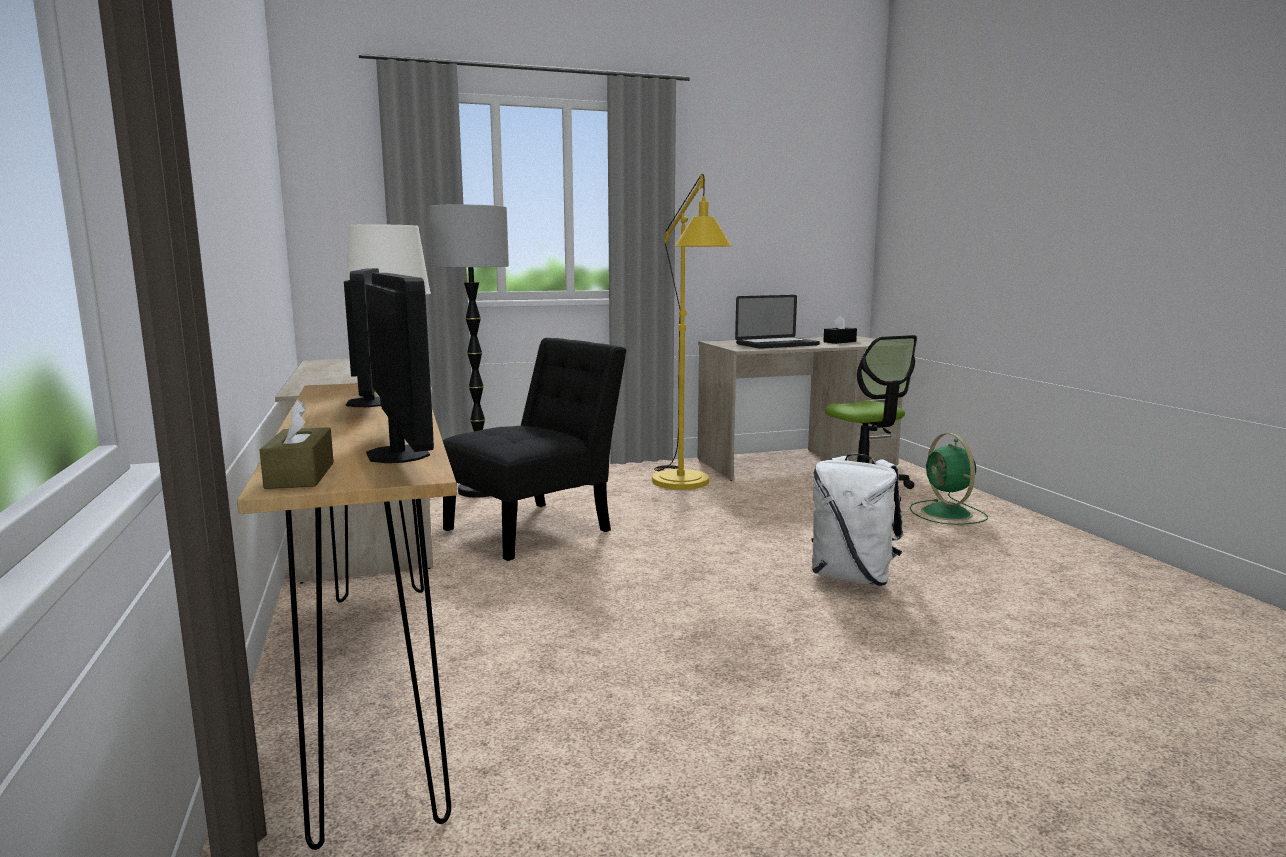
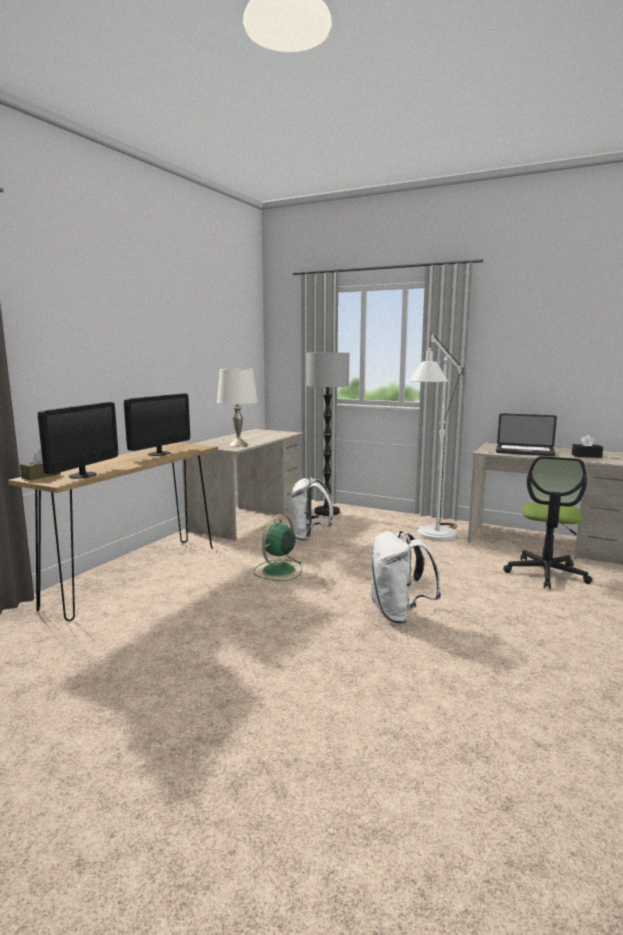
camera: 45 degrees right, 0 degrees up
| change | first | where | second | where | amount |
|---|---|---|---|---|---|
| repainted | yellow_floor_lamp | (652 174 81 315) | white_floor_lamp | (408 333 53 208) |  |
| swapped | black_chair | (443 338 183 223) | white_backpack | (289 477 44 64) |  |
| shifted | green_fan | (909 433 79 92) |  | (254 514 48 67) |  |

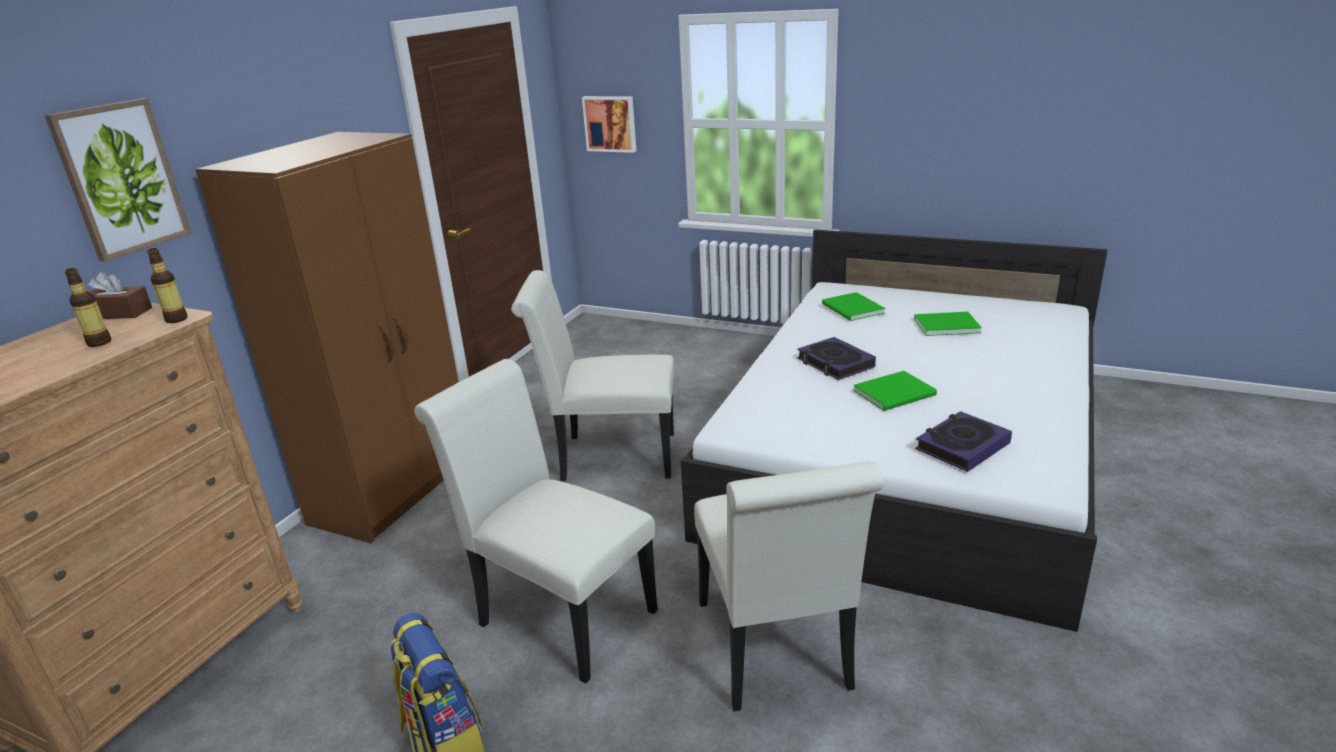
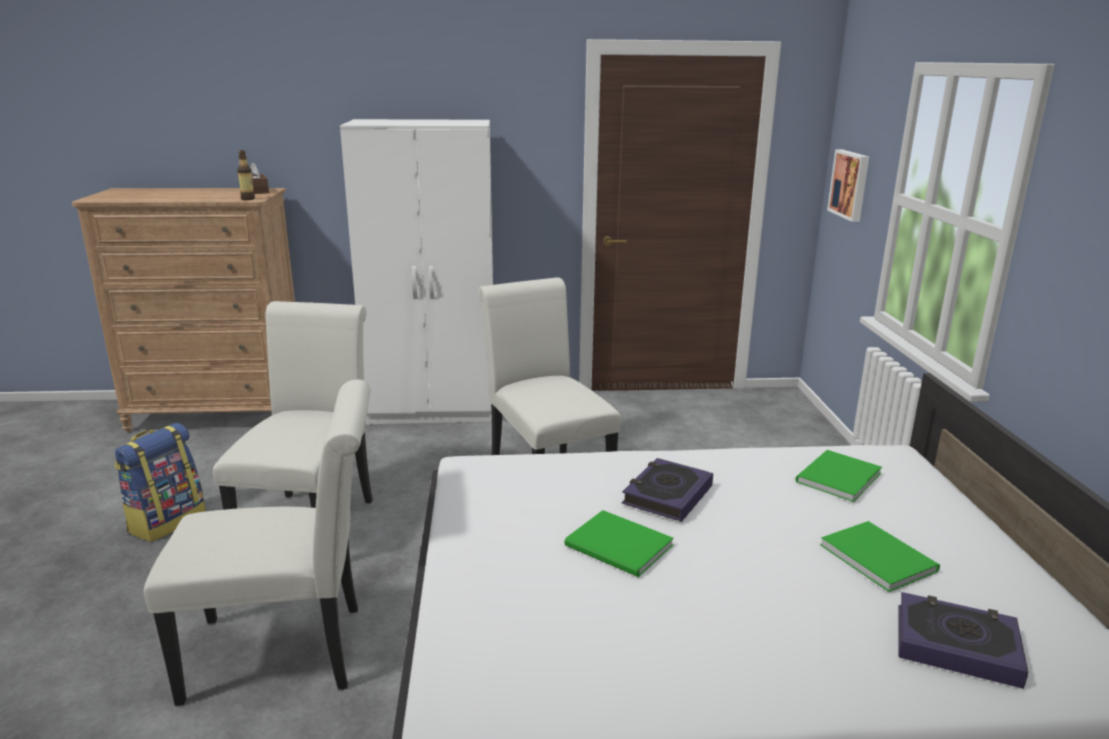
camera: 60 degrees right, 5 degrees down
| change | first | where | second | where | amount |
|---|---|---|---|---|---|
| gone | picture | (44 98 147 164) |  |  |  |
| repainted | brown_wardrobe | (196 132 263 411) | white_wardrobe | (340 119 153 306) |  |
| gone | bottle | (64 268 47 79) |  |  |  |
| shifted | book | (915 411 97 61) |  | (898 592 130 96) |  |
| rotated | white_chair | (694 461 190 250) |  | (144 380 226 326) | 150 degrees counterclockwise |

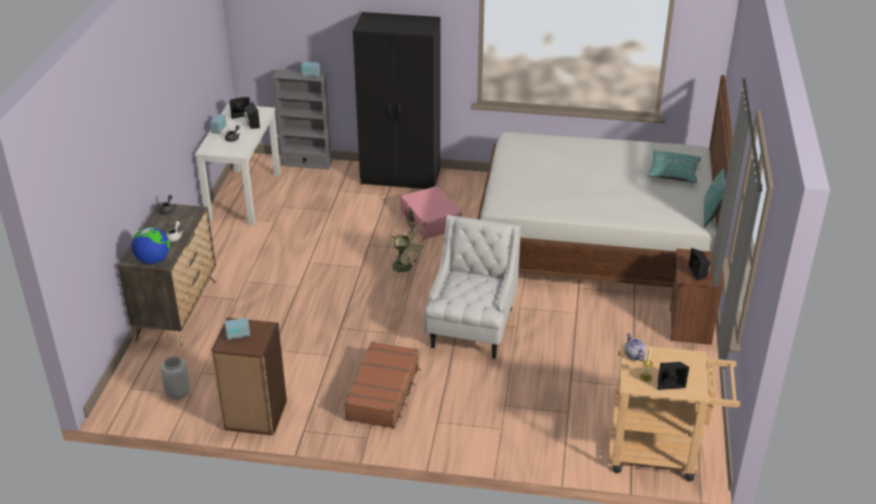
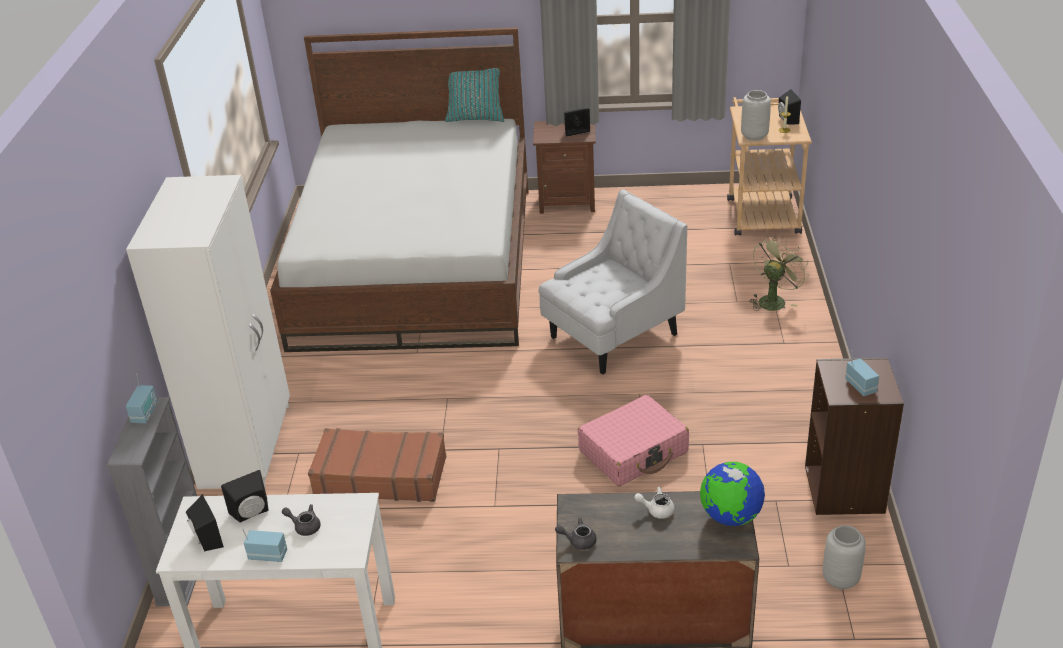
camera: 95 degrees left, 0 degrees up
| change | first | where | second | where | amount |
|---|---|---|---|---|---|
| repainted | black_wardrobe | (353 12 88 177) | white_wardrobe | (126 175 164 314) |  |
| gone | turquoise_pillow | (647 150 54 33) |  |  |  |
| shifted | pink_suitcase | (400 186 62 53) |  | (578 395 111 91) |  |
| rotated | white_armchair | (424 215 97 144) |  | (538 189 149 186) | 135 degrees clockwise |
| shifted | green_fan | (388 222 40 55) |  | (749 236 60 75) |  |
| swapped | teapot | (624 333 22 28) | grey_vase | (741 90 30 51) |  |
| shifted | brown_suitcase | (344 342 77 87) |  | (308 428 138 74) |  |

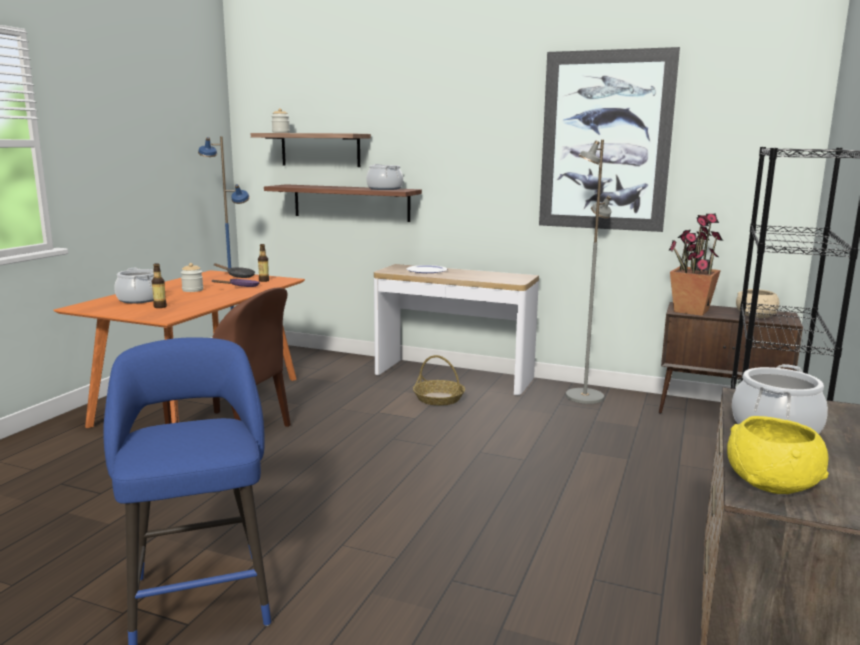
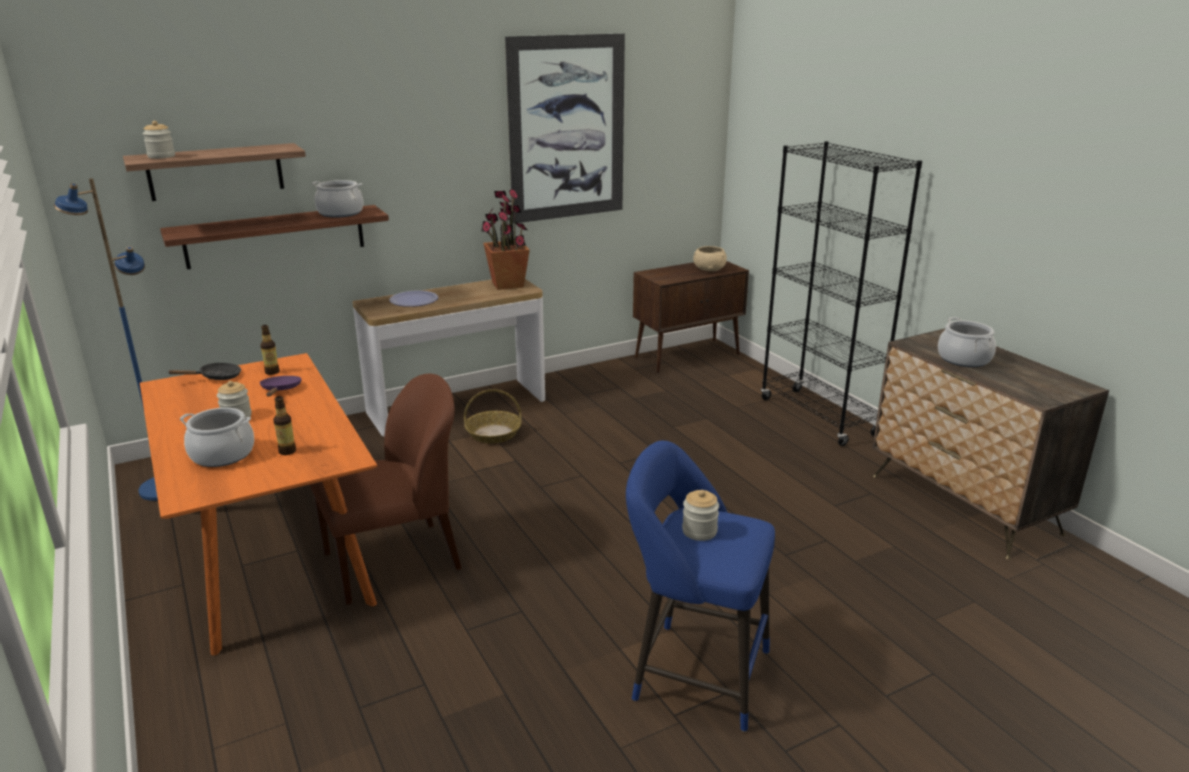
camera: 50 degrees left, 10 degrees up
| change | first | where | second | where | amount |
|---|---|---|---|---|---|
| gone | grey_floor_lamp | (566 140 46 264) |  |  |  |
| shifted | potted_plant | (669 214 54 102) |  | (481 189 49 101) |  |
| gone | yellow_bowl | (727 416 102 78) |  |  |  |
| new |  |  | jar | (682 490 37 51) |  |

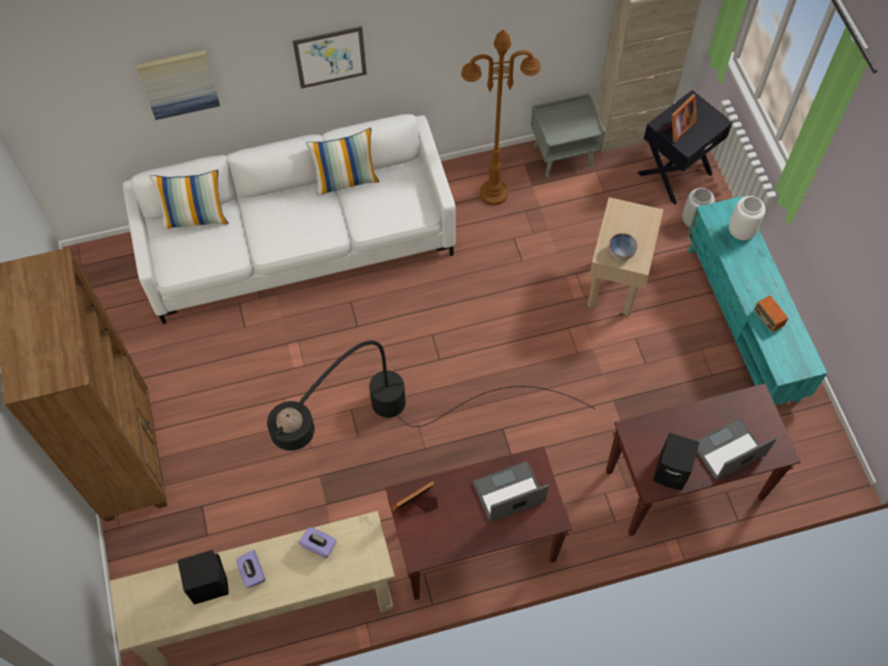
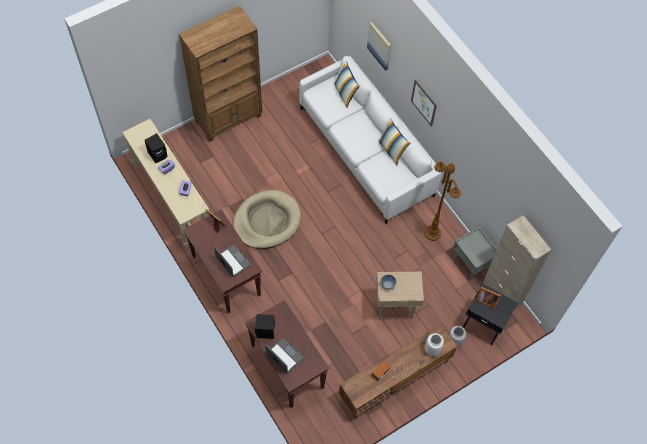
camera: 70 degrees right, 0 degrees up
| change | first | where | second | where | amount |
|---|---|---|---|---|---|
| repainted | turquoise_tv_stand | (688 196 139 209) | brown_tv_stand | (339 323 118 95) |  |
| swapped | black_floor_lamp | (267 341 328 110) | beige_dog_bed | (233 190 68 59) |  |

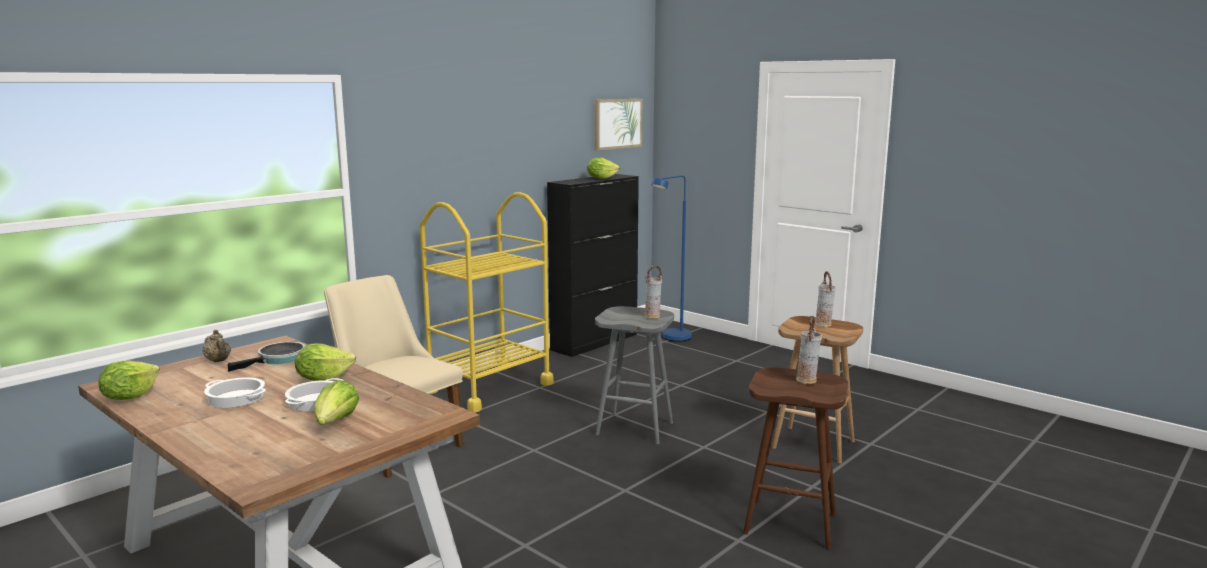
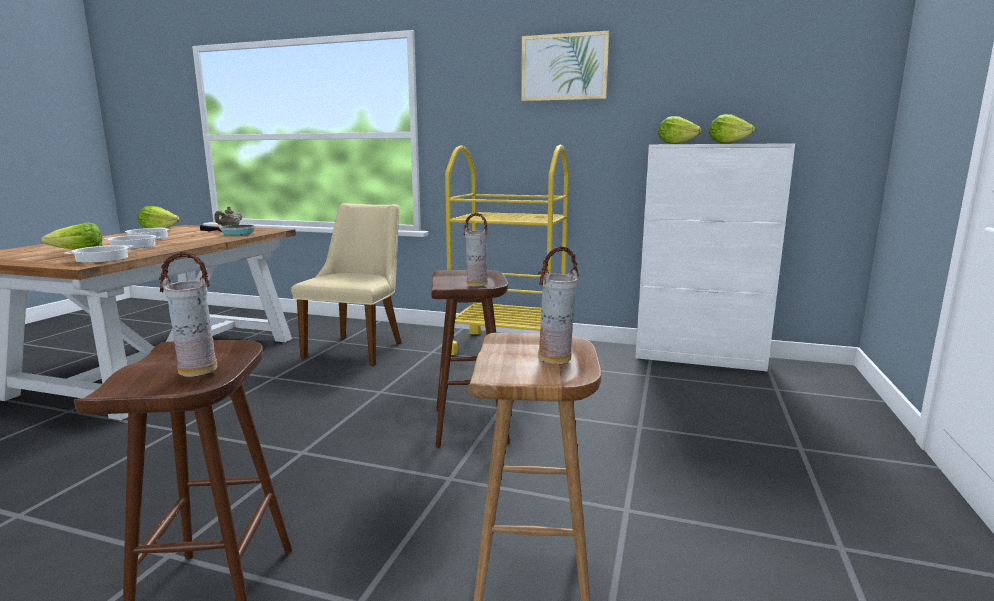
camera: 65 degrees right, 0 degrees up
| change | first | where | second | where | amount |
|---|---|---|---|---|---|
| shifted | picture | (594 99 49 52) |  | (521 31 88 71) |  |
| repainted | black_cabinet | (547 174 92 183) | white_cabinet | (635 143 160 228) |  |
| gone | blue_floor_lamp | (651 175 41 167) |  |  |  |
| repainted | grey_stool | (595 306 79 138) | brown_stool | (431 270 79 178) |  |
| shifted | lettuce | (295 344 61 37) |  | (658 116 44 28) |  |
| new |  |  | cooking_pot | (65 245 68 18) |  |

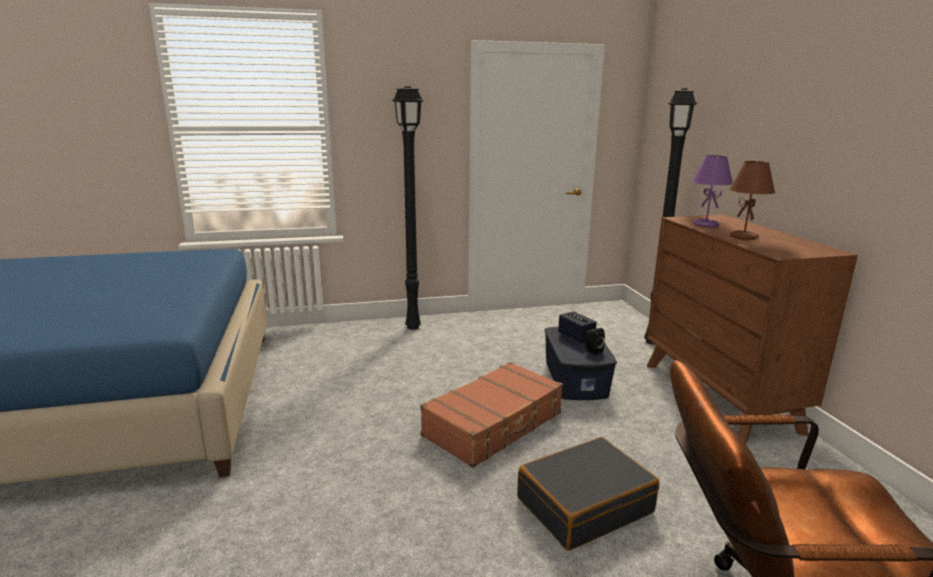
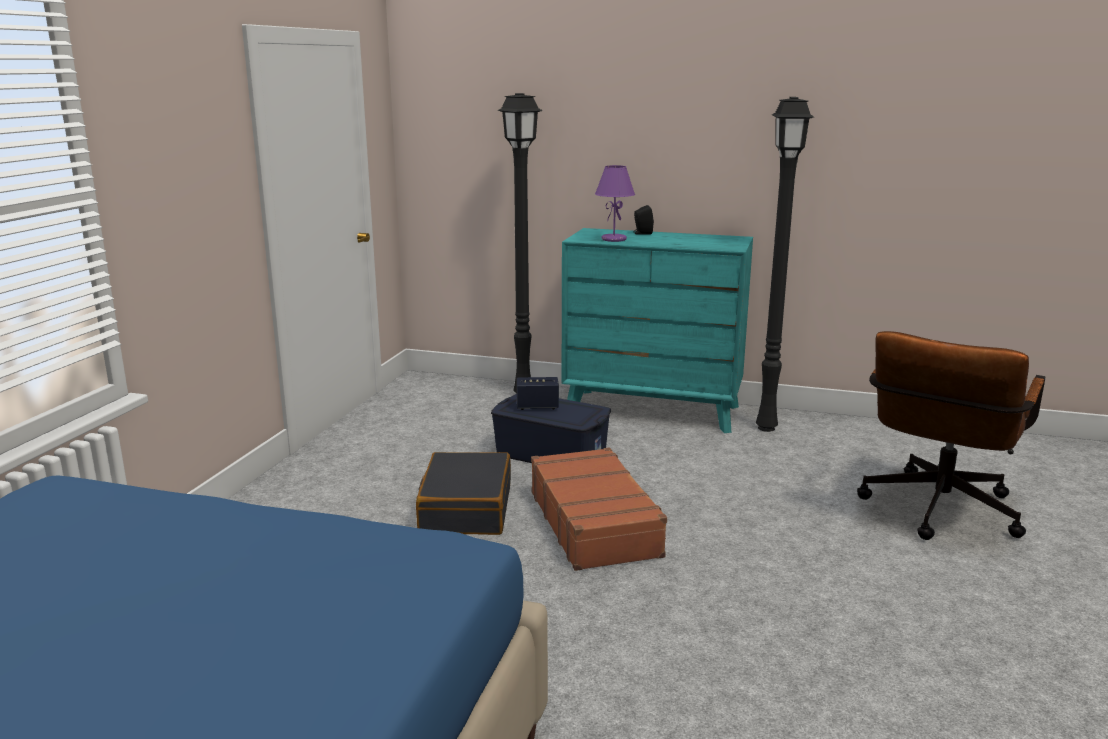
camera: 60 degrees left, 0 degrees up
| change | first | where | second | where | amount |
|---|---|---|---|---|---|
| shifted | black_floor_lamp | (391 86 34 244) |  | (756 97 58 335) |  |
| gone | brown_table_lamp | (729 161 46 79) |  |  |  |
| repainted | brown_dresser | (647 215 211 229) | turquoise_dresser | (562 228 191 205) |  |
| shifted | black_speaker | (585 328 20 27) |  | (633 205 21 30) |  |
| shifted | black_suitcase | (517 437 142 114) |  | (416 452 95 83) |  |

